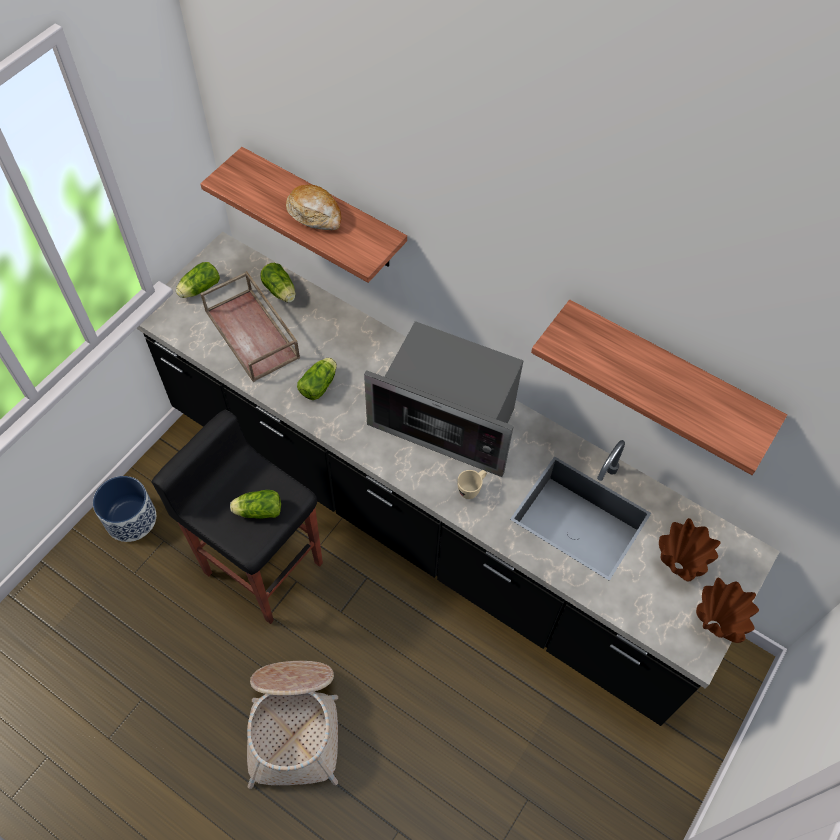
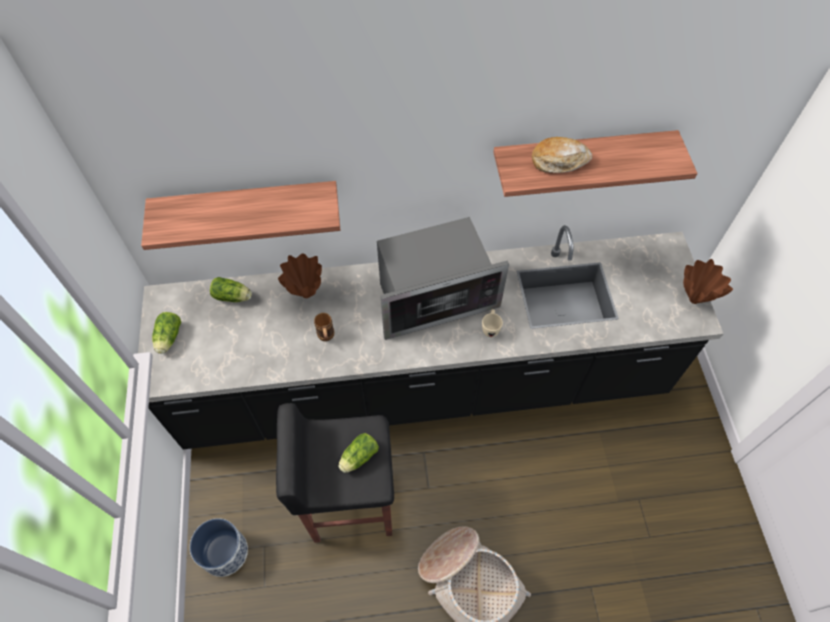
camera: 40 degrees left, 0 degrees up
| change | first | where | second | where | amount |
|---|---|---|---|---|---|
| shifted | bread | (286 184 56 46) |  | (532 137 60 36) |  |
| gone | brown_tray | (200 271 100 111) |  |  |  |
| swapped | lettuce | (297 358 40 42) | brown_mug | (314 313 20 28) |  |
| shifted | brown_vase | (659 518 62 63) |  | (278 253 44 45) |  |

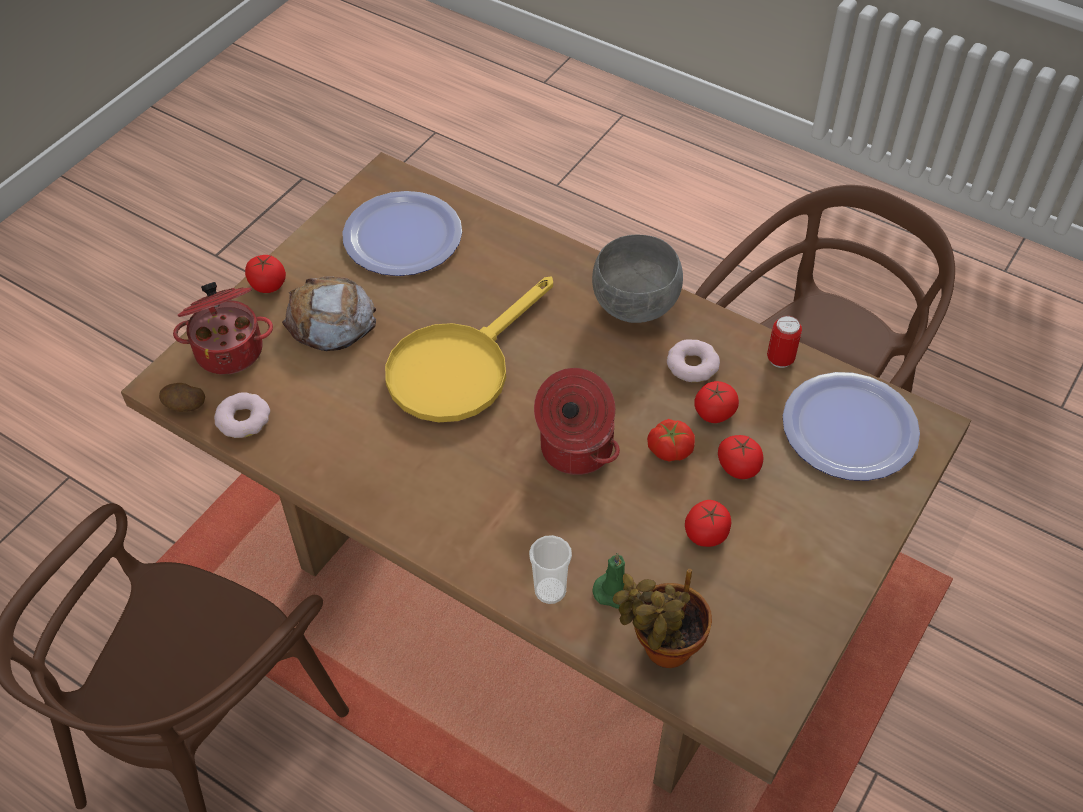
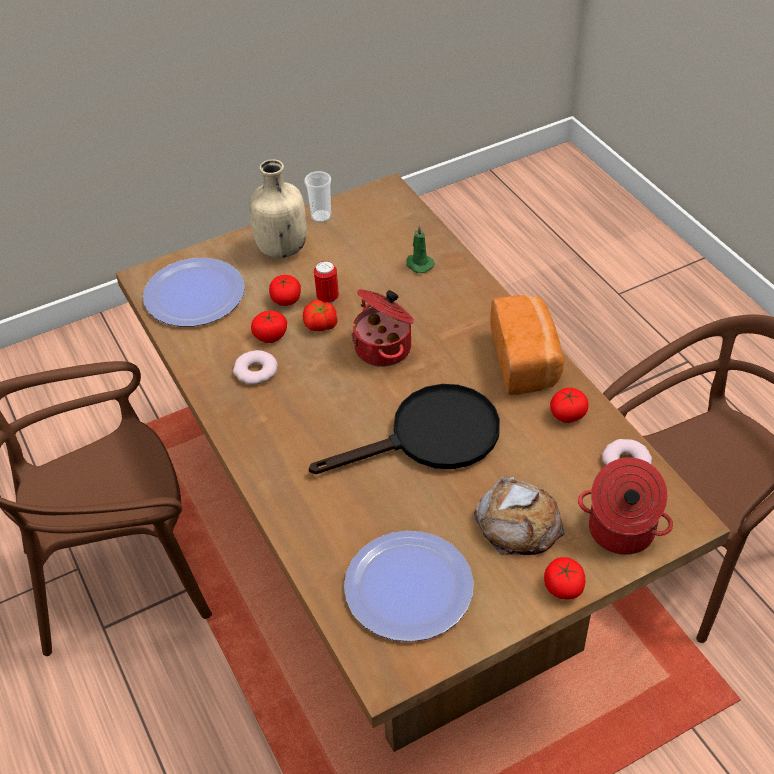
camera: 150 degrees left, 5 degrees down
| change | first | where | second | where | amount |
|---|---|---|---|---|---|
| gone | grey_bowl | (592 235 91 88) |  |  |  |
| repainted | yellow_frying_pan | (385 276 168 146) | black_frying_pan | (309 384 191 90) |  |
| shifted | can | (767 316 35 52) |  | (314 261 25 43) |  |
| gone | potato | (159 383 46 29) |  |  |  |
| shifted | tomato | (685 500 46 47) |  | (550 388 39 35) |  |
| shifted | cup | (529 535 43 69) |  | (304 171 27 52) |  |
| gone | potted_plant | (613 569 99 99) |  |  |  |
| new |  |  | beige_bottle | (249 159 58 99) |  |
| new |  |  | bread | (490 295 74 100) |  |

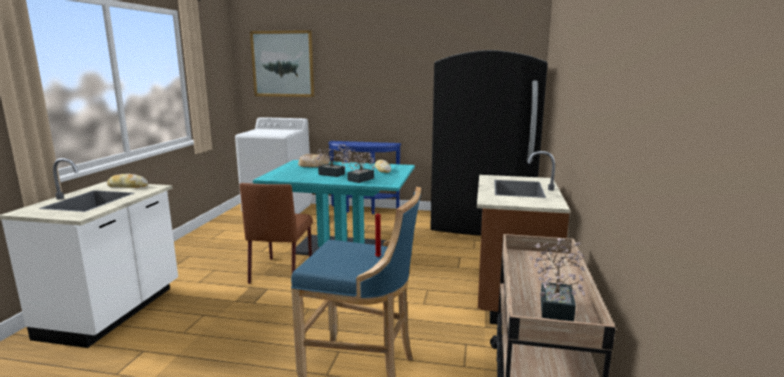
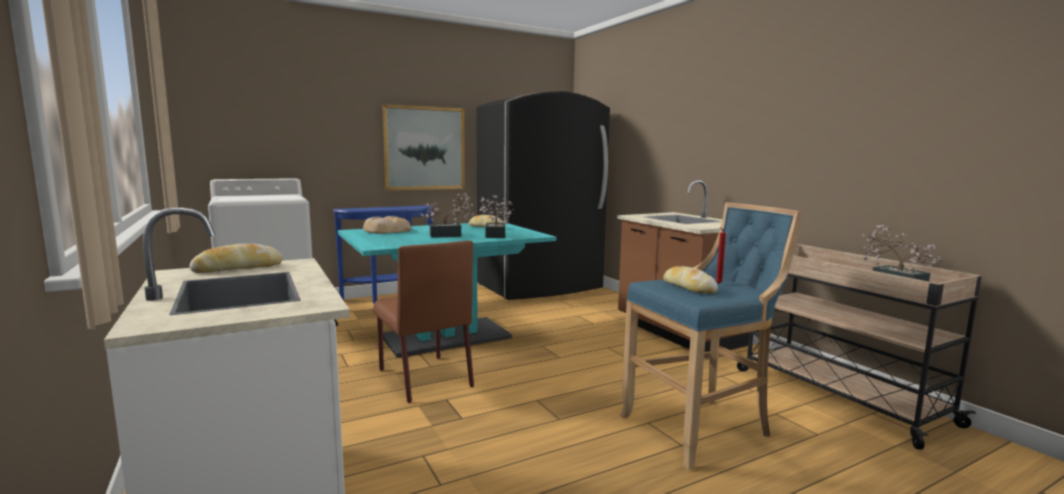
camera: 40 degrees left, 5 degrees down
| change | first | where | second | where | amount |
|---|---|---|---|---|---|
| shifted | picture | (250 30 65 67) |  | (382 104 83 86) |  |
| new |  |  | bread | (663 266 55 28) |  |

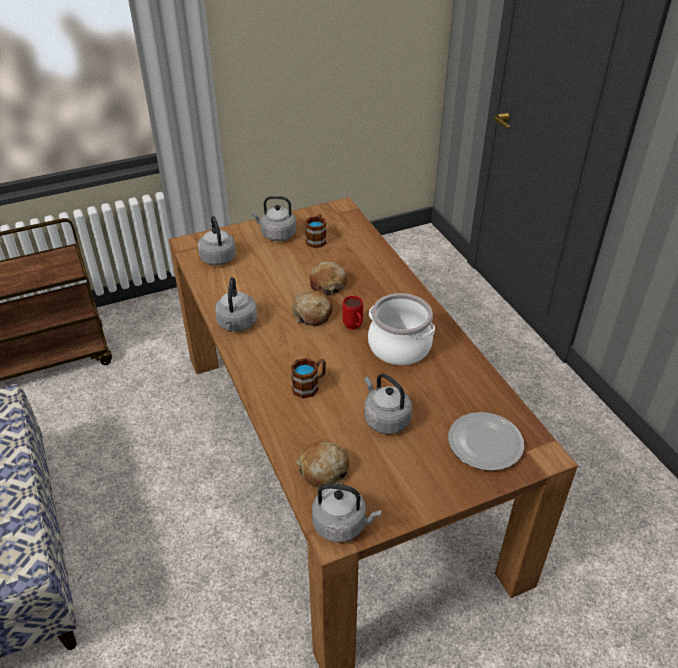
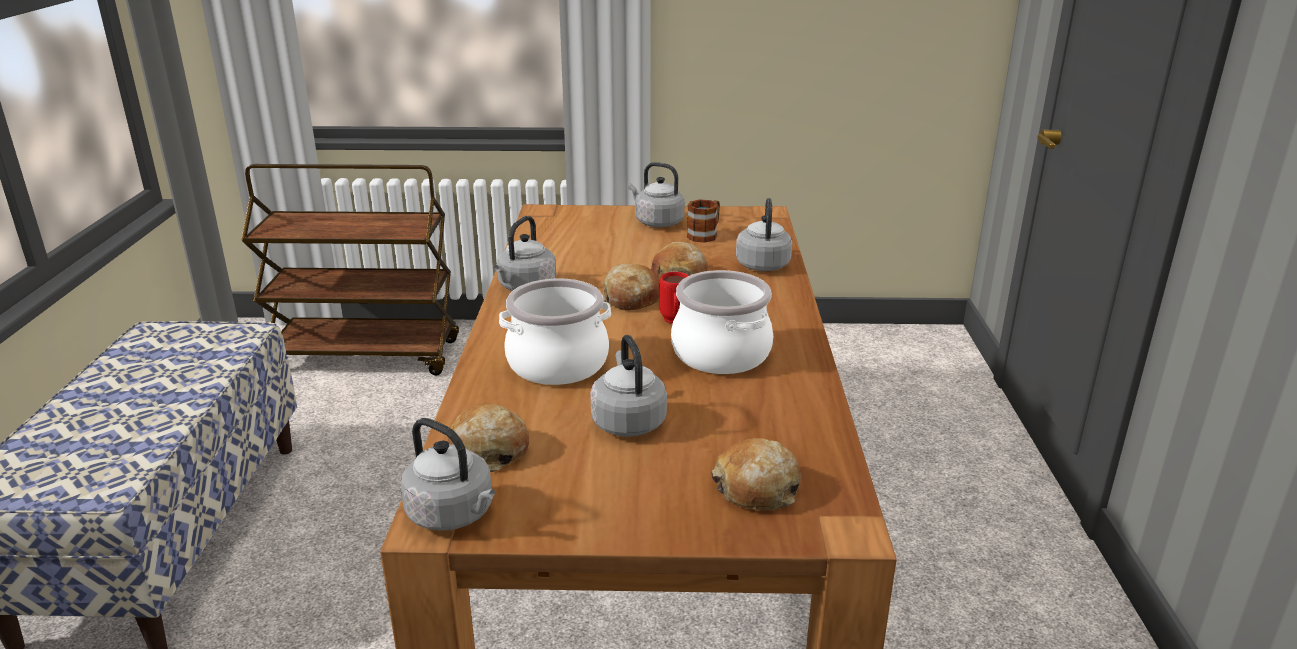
camera: 25 degrees right, 15 degrees down
| change | first | where | second | where | amount |
|---|---|---|---|---|---|
| shifted | grey_kettle | (198 216 38 49) |  | (736 198 56 73) |  |
| swapped | mug | (291 358 35 40) | cooking_pot | (499 278 112 107) |  |
| swapped | plate | (448 412 76 59) | bread | (711 438 90 72) |  |

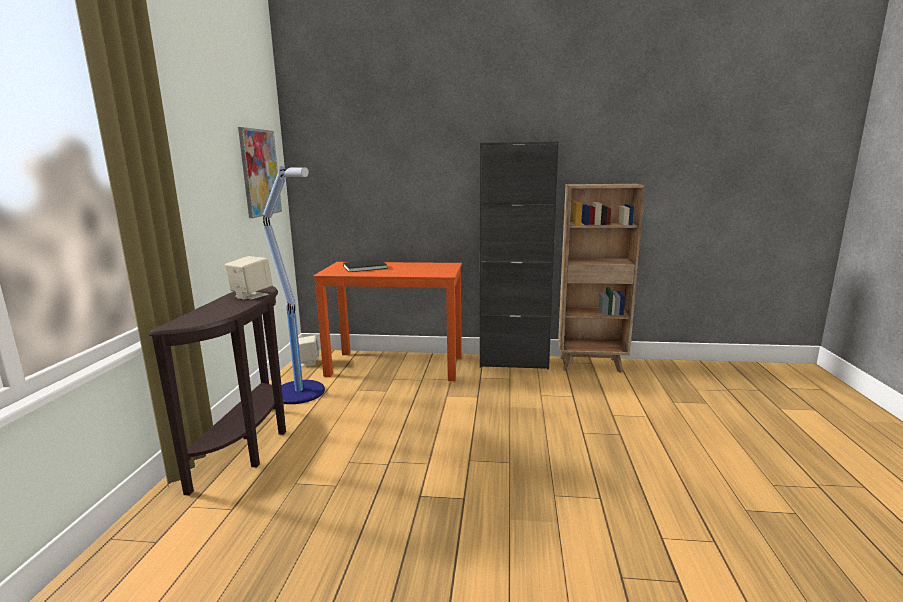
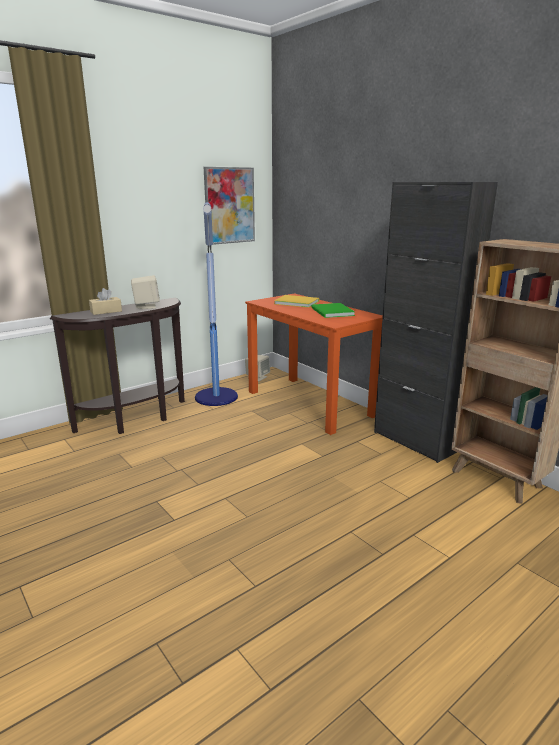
camera: 45 degrees right, 5 degrees up
| change | first | where | second | where | amount |
|---|---|---|---|---|---|
| repainted | black_book | (343 260 44 12) | yellow_book | (274 295 45 13) |  |
| new |  |  | beige_tissue_box | (89 288 33 27) |  |
| new |  |  | green_book | (311 303 44 15) |  |

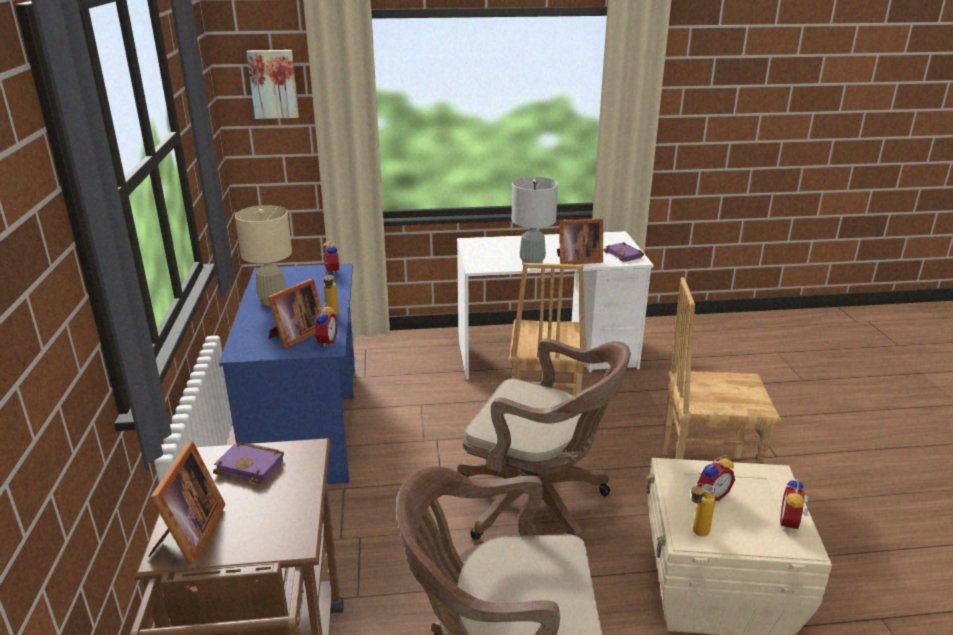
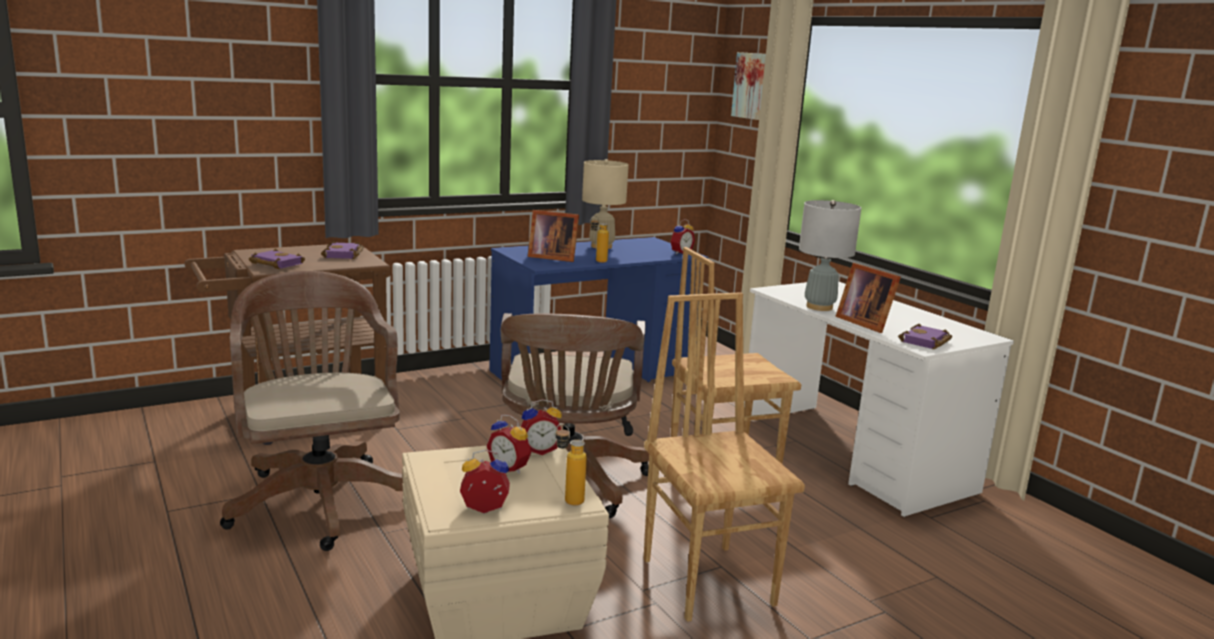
camera: 65 degrees right, 10 degrees down
| change | first | where | second | where | amount |
|---|---|---|---|---|---|
| shifted | alarm_clock | (314 303 24 44) |  | (521 399 41 56) |  |
| gone | picture_frame | (149 441 77 123) |  |  |  |
| shifted | bottle | (691 483 24 53) |  | (556 424 31 81) |  |
| new |  |  | purple_book | (249 249 56 20) |  |

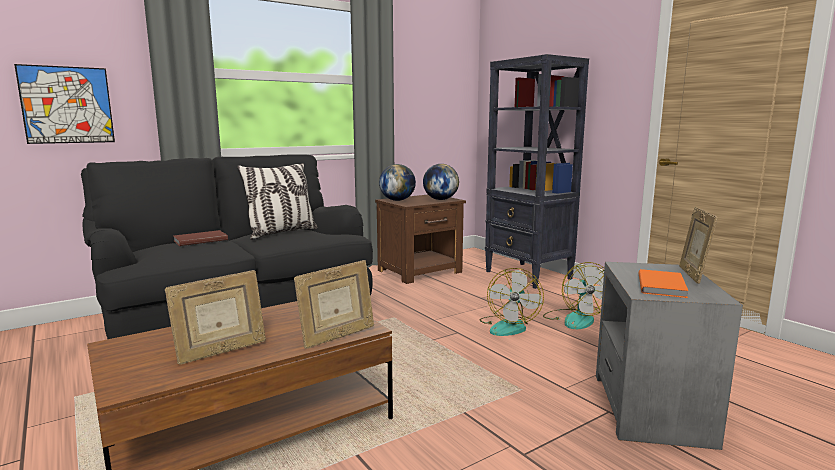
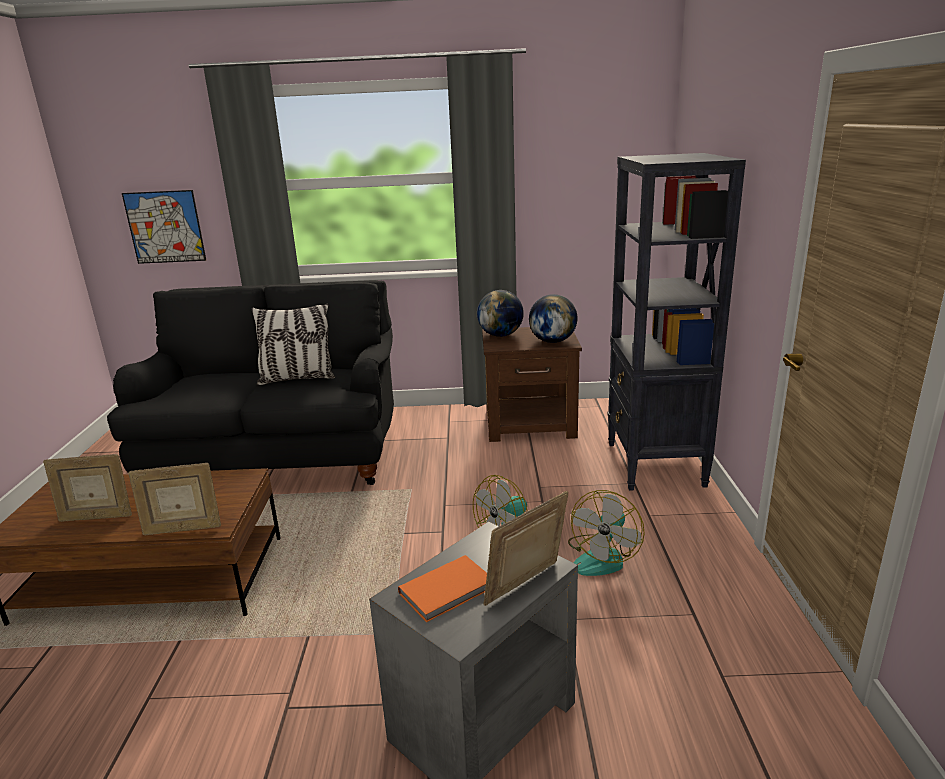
camera: 35 degrees right, 10 degrees up
| change | first | where | second | where | amount |
|---|---|---|---|---|---|
| gone | brown_book | (174 230 54 16) |  |  |  |

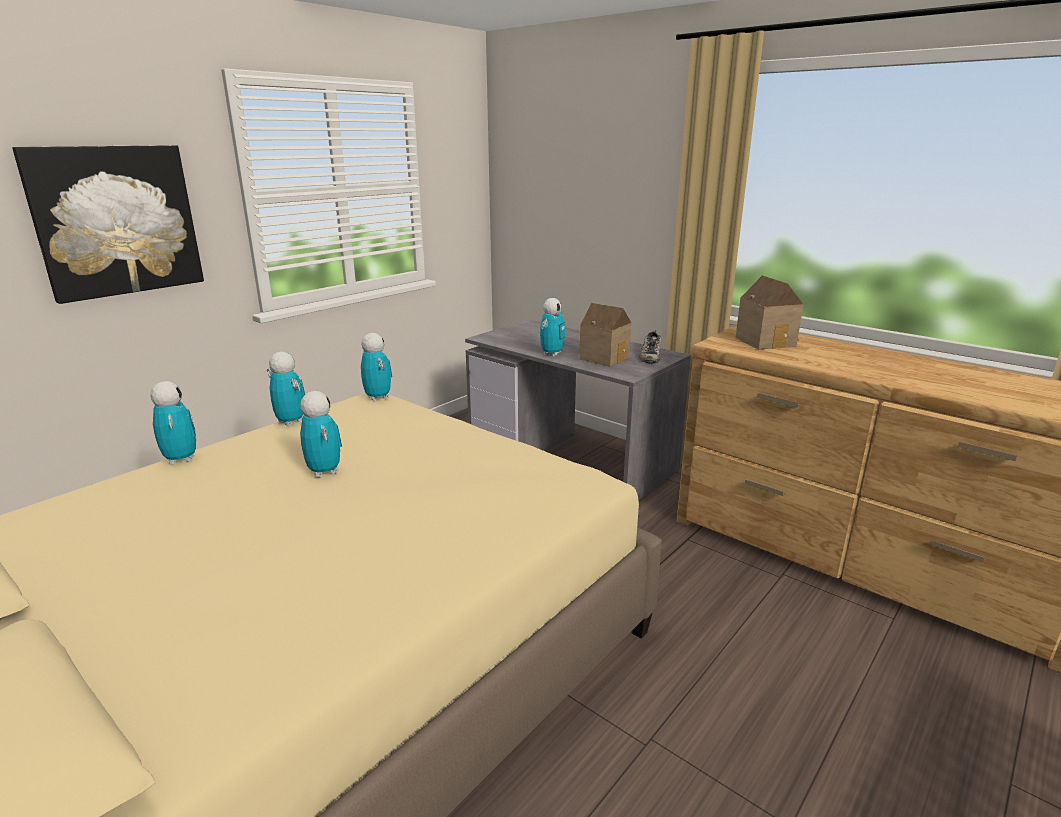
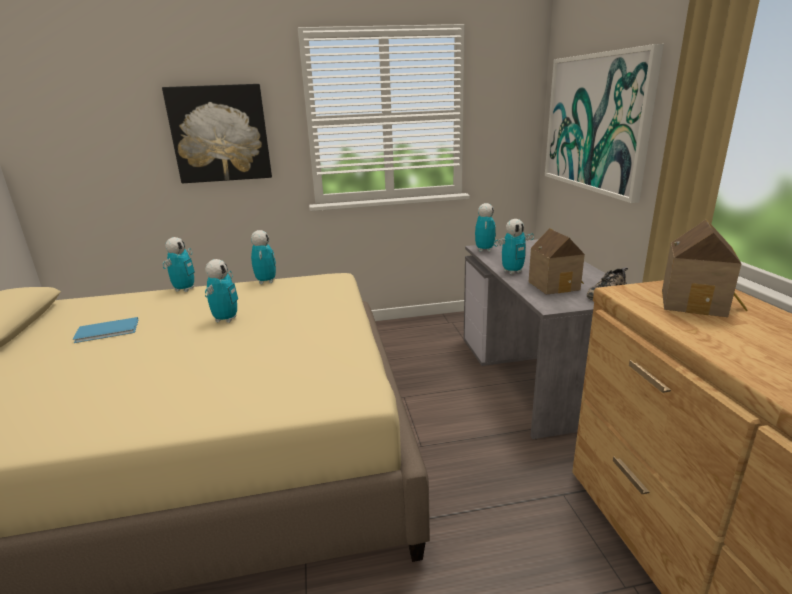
camera: 40 degrees right, 0 degrees up
| change | first | where | second | where | amount |
|---|---|---|---|---|---|
| shifted | toy_robot | (361 333 31 68) |  | (475 203 21 49) |  |
| new |  |  | picture | (545 44 119 159) |  |
| new |  |  | blue_book | (73 317 65 26) |  |

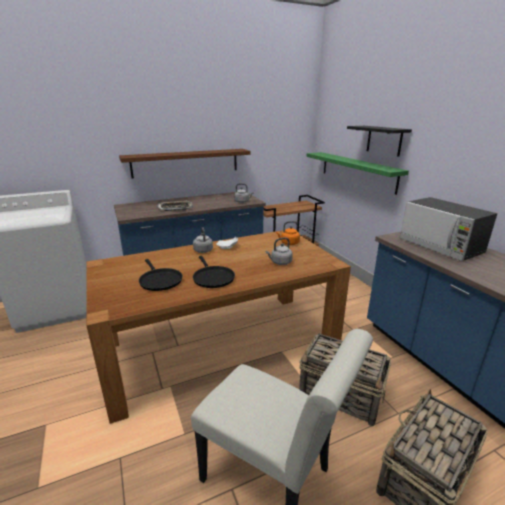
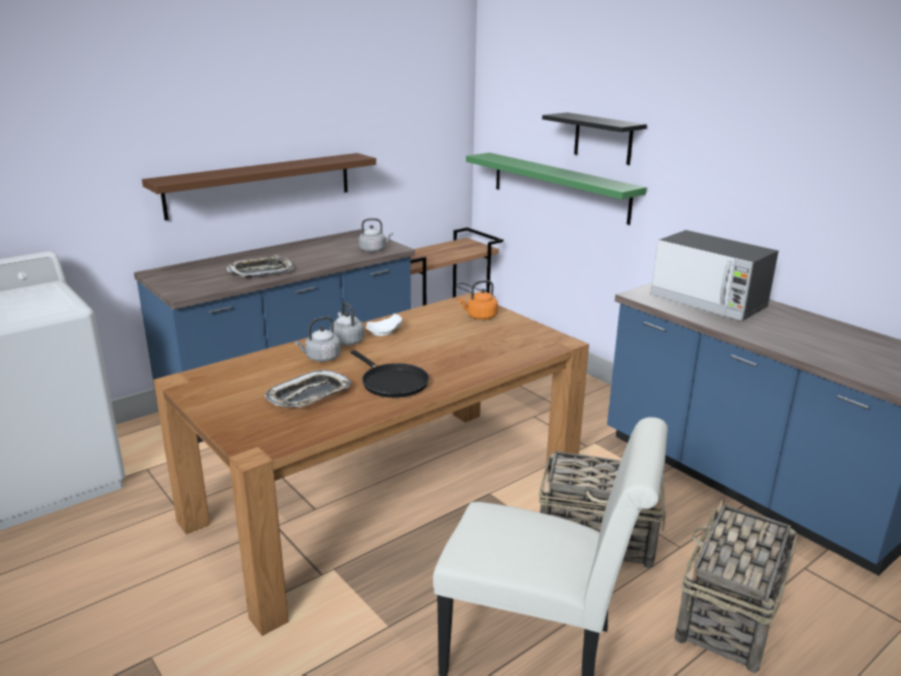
camera: 15 degrees left, 0 degrees up
| change | first | where | second | where | amount |
|---|---|---|---|---|---|
| shifted | grey_kettle | (266 237 27 28) |  | (295 316 46 46) |  |
| swapped | black_frying_pan | (139 259 43 32) | tray | (265 370 87 38) |  |

